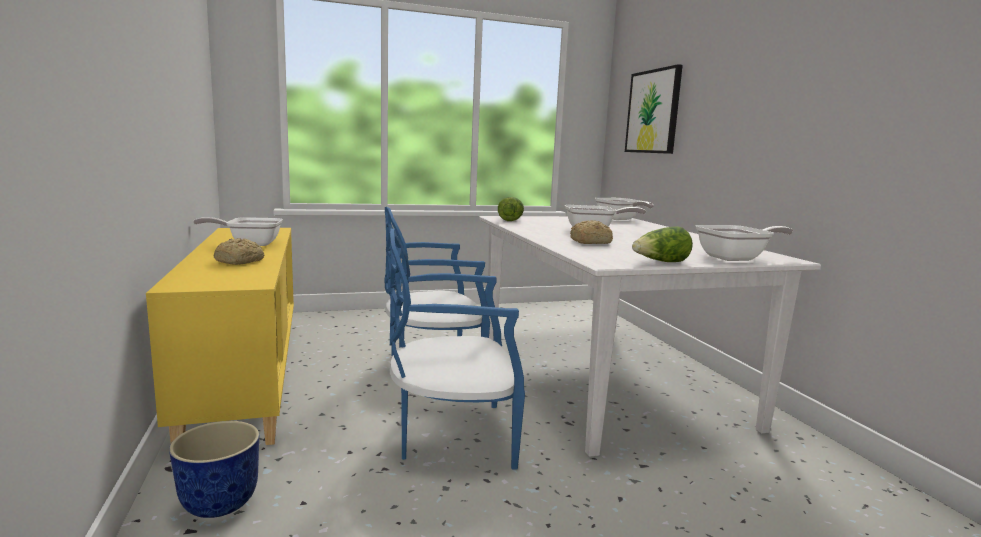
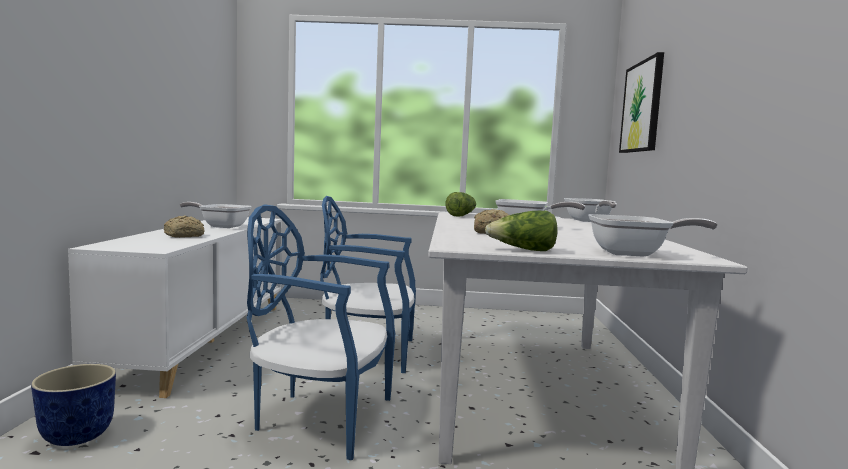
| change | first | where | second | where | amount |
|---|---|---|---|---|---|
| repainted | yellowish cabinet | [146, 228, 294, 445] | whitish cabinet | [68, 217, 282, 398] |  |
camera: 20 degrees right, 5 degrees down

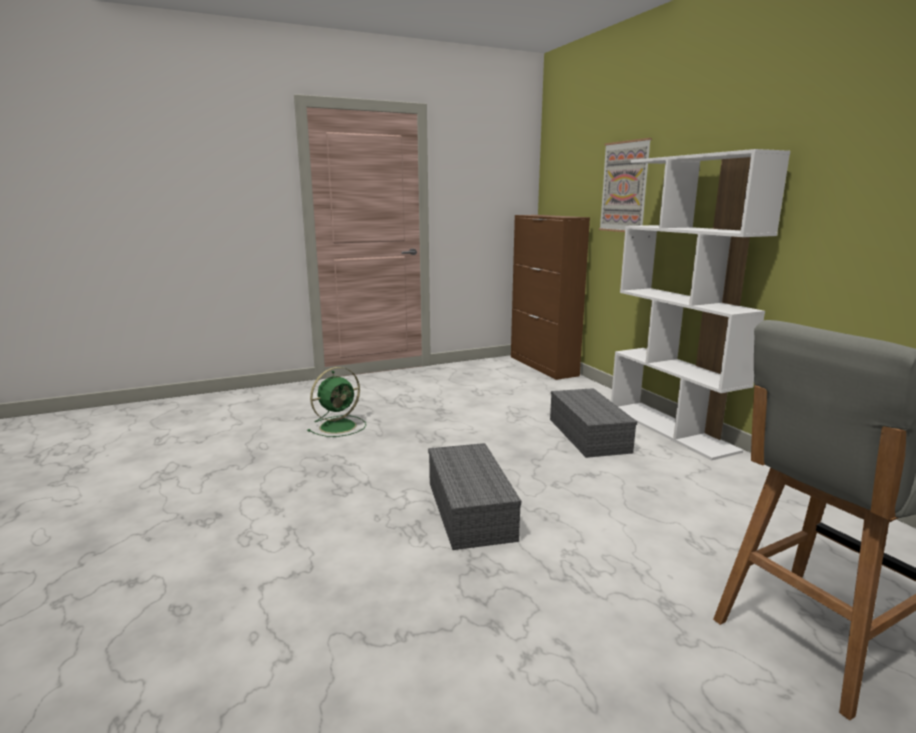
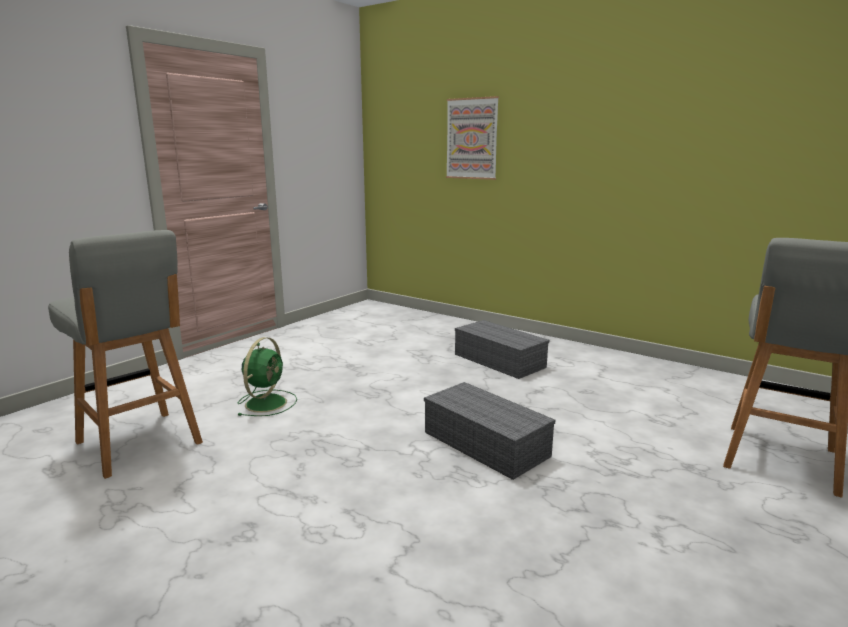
| change | first | where | second | where | amount |
|---|---|---|---|---|---|
| gone | brown cabinet | [511, 215, 590, 380] |  |  |  |
| gone | whitish shelving unit | [611, 149, 790, 461] |  |  |  |
| new |  |  | gray stool seat | [48, 230, 203, 479] |  |
camera: 30 degrees left, 0 degrees up

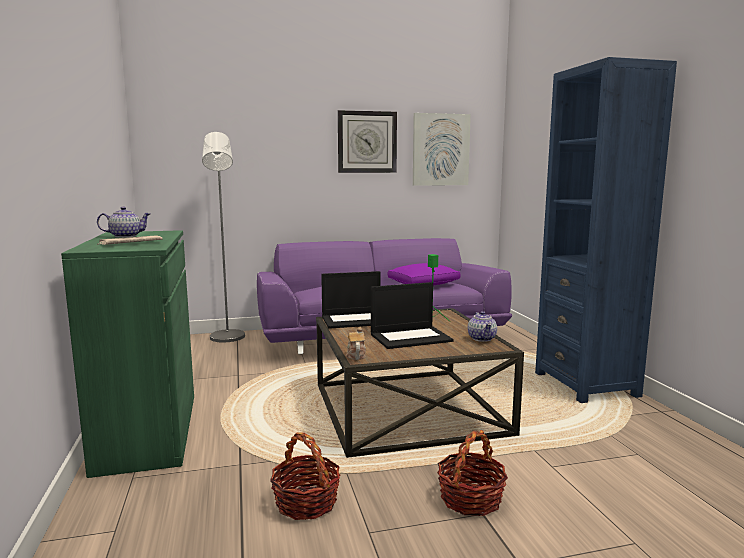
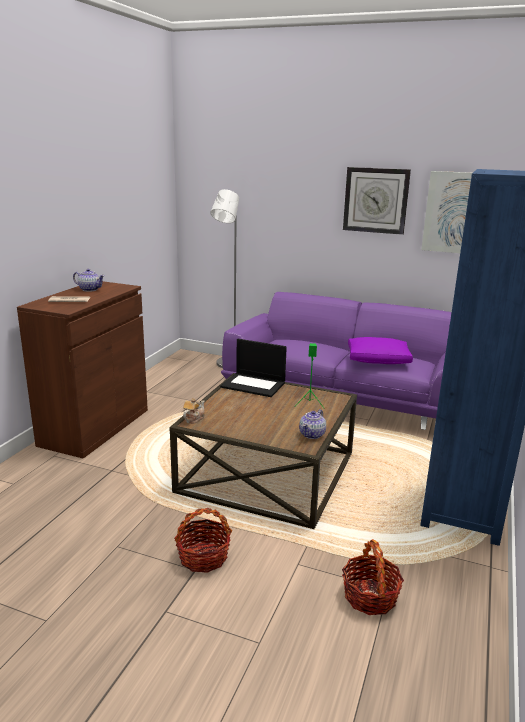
| change | first | where | second | where | amount |
|---|---|---|---|---|---|
| gone | laptop | [371, 282, 453, 349] |  |  |  |
| shifted | household basket | [270, 432, 340, 520] |  | [342, 539, 404, 615] |  |
| repainted | greenish cabinet | [61, 230, 194, 478] | brown cabinet | [17, 281, 148, 459] |  |
camera: 35 degrees right, 10 degrees up

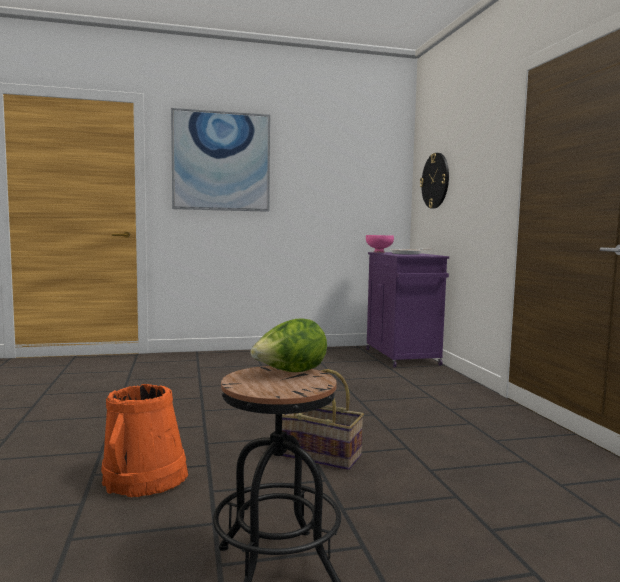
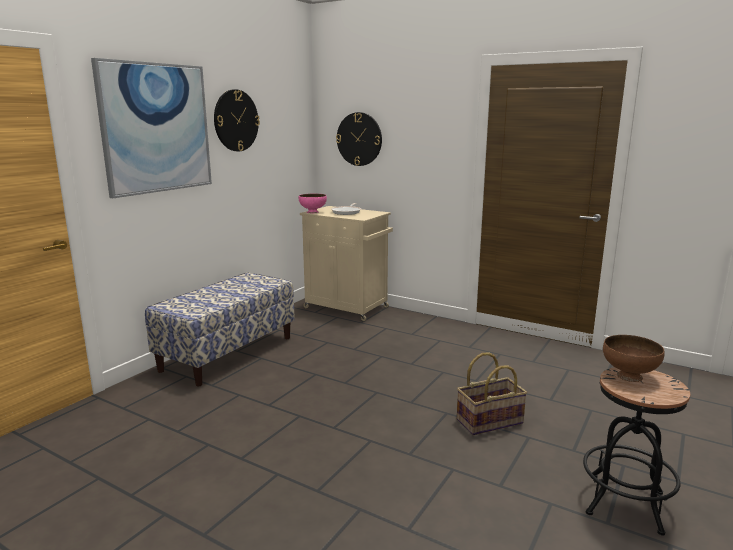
| change | first | where | second | where | amount |
|---|---|---|---|---|---|
| gone | orange-coloured water bucket | [101, 384, 188, 497] |  |  |  |
| new |  |  | indoor bench | [145, 272, 295, 387] |  |
| new |  |  | hanging clock | [214, 89, 260, 151] |  |
| swapped | head of lettuce | [250, 318, 327, 372] | brown bowl | [603, 335, 665, 382] |  |
| repainted | purple cabinet | [366, 252, 449, 368] | beige cabinet | [300, 206, 393, 321] |  |
camera: 45 degrees left, 10 degrees up

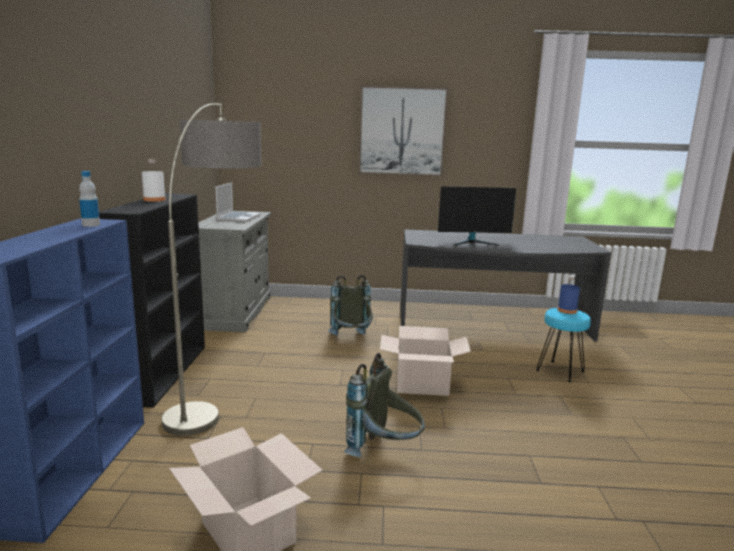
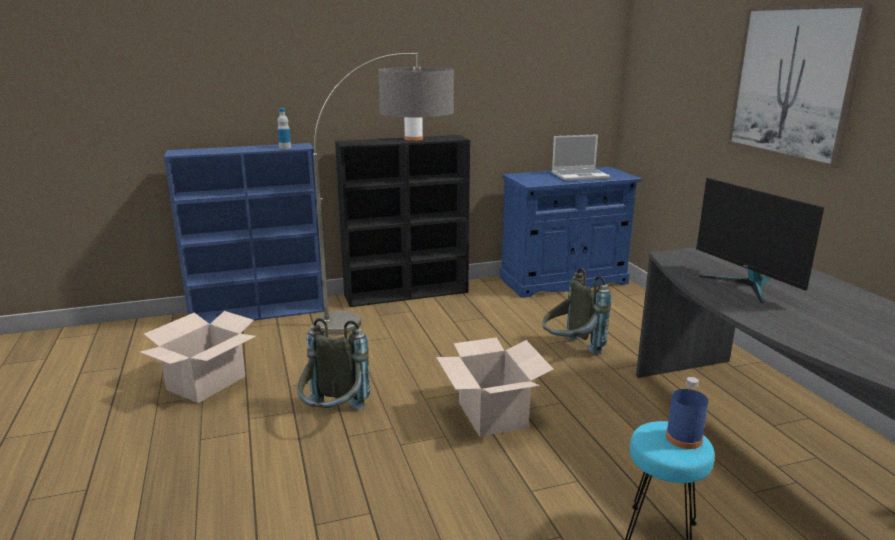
| change | first | where | second | where | amount |
|---|---|---|---|---|---|
| repainted | gray cabinet | [198, 211, 271, 332] | bluish cabinet | [500, 167, 642, 298] |  |
camera: 70 degrees right, 5 degrees up

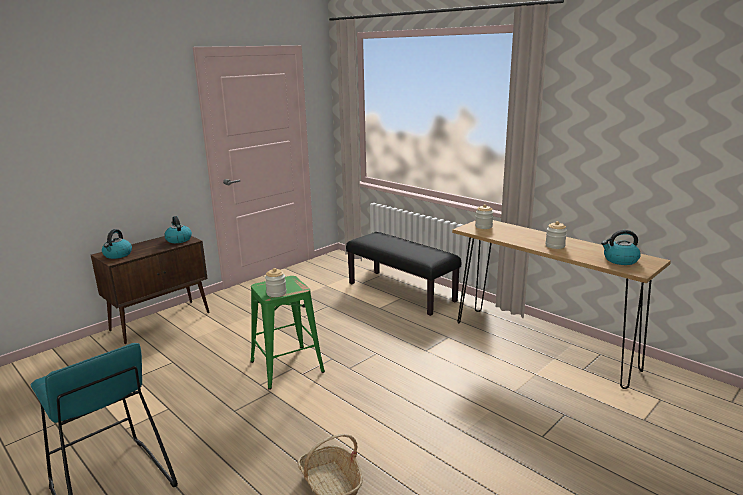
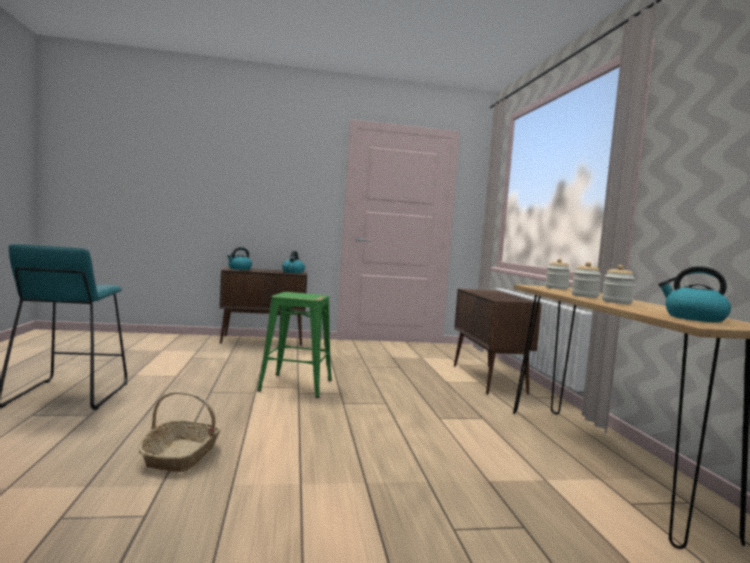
| change | first | where | second | where | amount |
|---|---|---|---|---|---|
| shifted | preserve jar | [265, 268, 287, 297] |  | [572, 262, 601, 298] |  |
| swapped | blackish indoor bench | [346, 232, 461, 316] | brown cabinet | [454, 289, 542, 395] |  |
camera: 35 degrees right, 15 degrees down

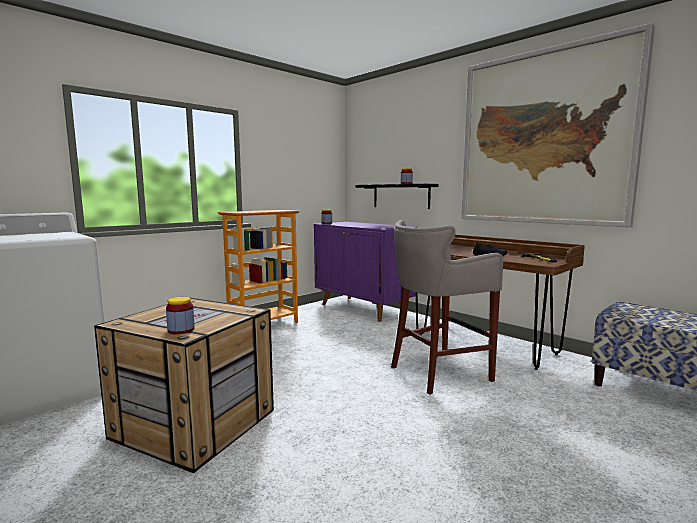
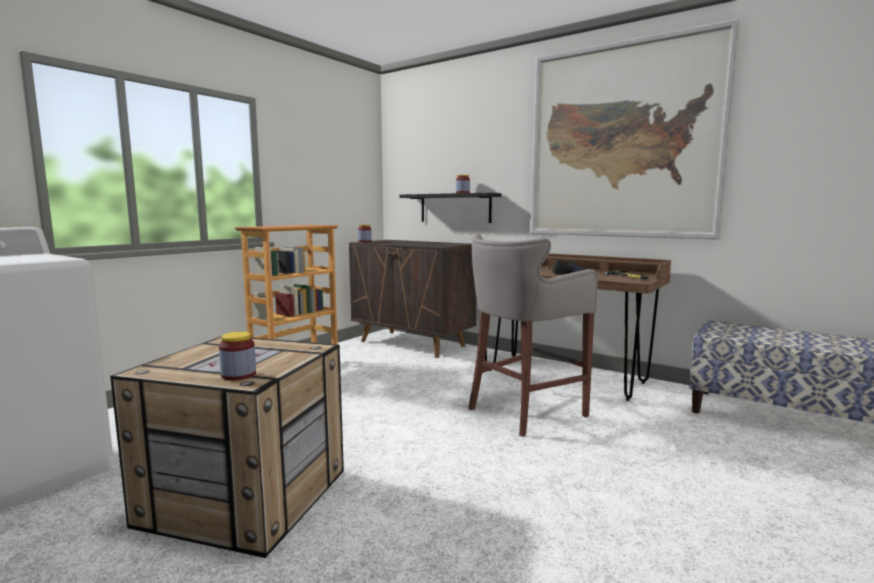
| change | first | where | second | where | amount |
|---|---|---|---|---|---|
| repainted | purple cabinet | [314, 222, 418, 322] | brown cabinet | [349, 240, 476, 358] |  |
camera: 10 degrees left, 0 degrees up

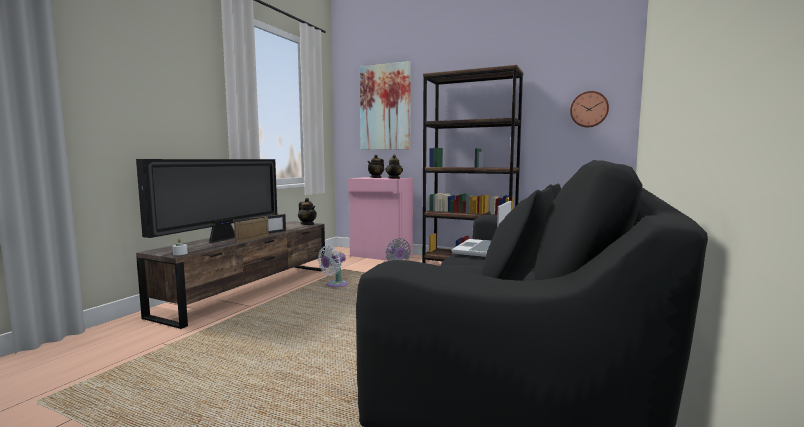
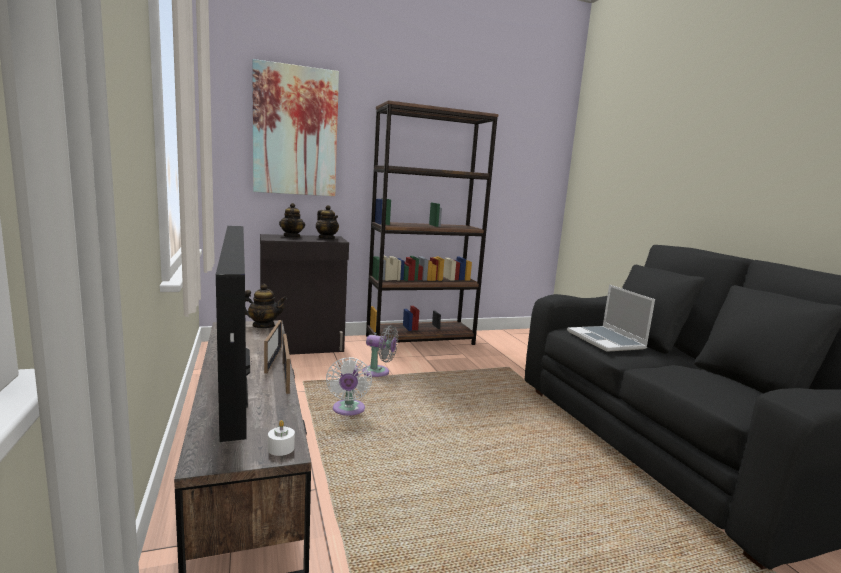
| change | first | where | second | where | amount |
|---|---|---|---|---|---|
| gone | hanging clock | [570, 91, 609, 128] |  |  |  |
| repainted | pinkish cabinet | [347, 177, 413, 261] | blackish cabinet | [260, 234, 349, 355] |  |
camera: 45 degrees left, 5 degrees up

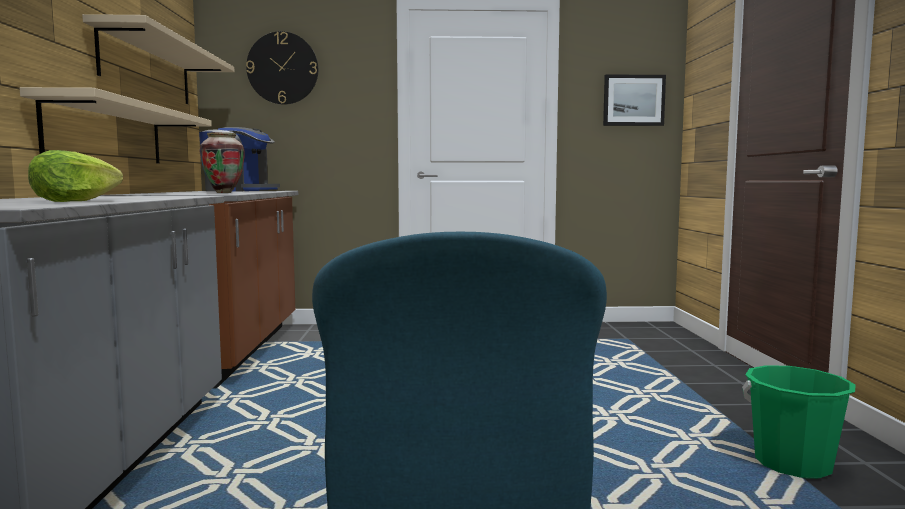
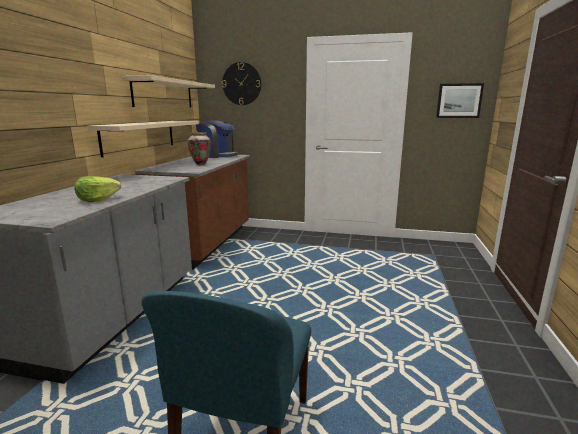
| change | first | where | second | where | amount |
|---|---|---|---|---|---|
| gone | greenish water bucket | [742, 365, 856, 479] |  |  |  |
camera: 15 degrees right, 10 degrees up

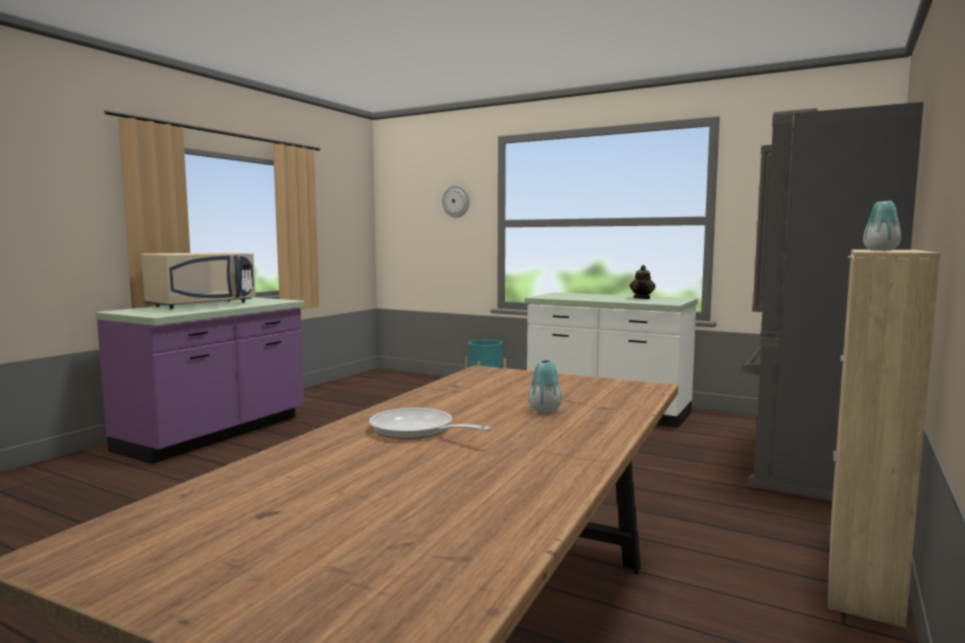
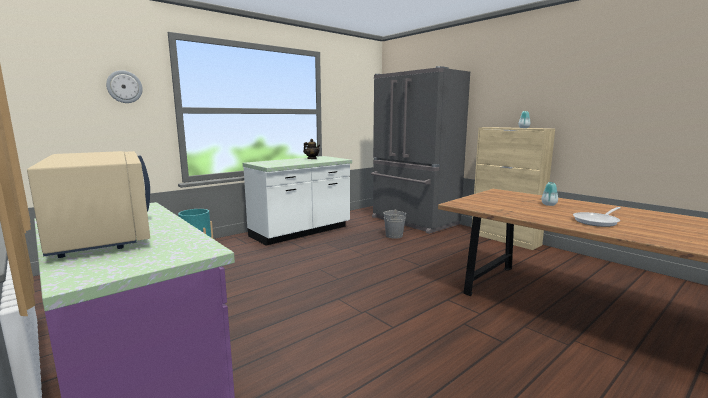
| change | first | where | second | where | amount |
|---|---|---|---|---|---|
| new |  |  | gray water bucket | [384, 209, 406, 239] |  |
camera: 70 degrees left, 5 degrees up

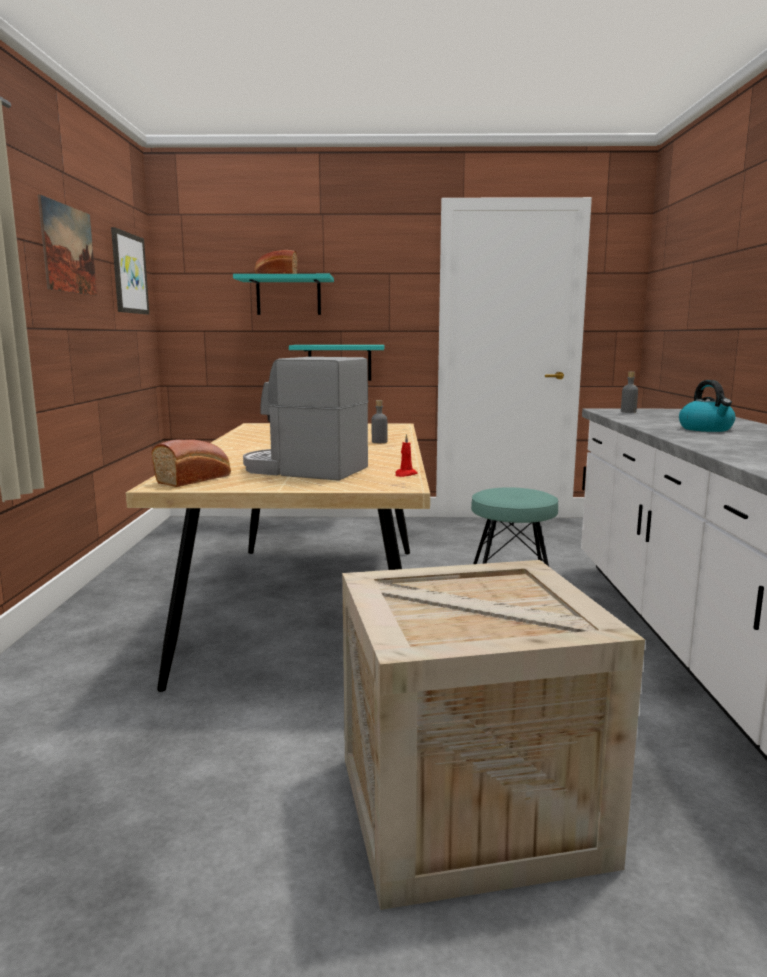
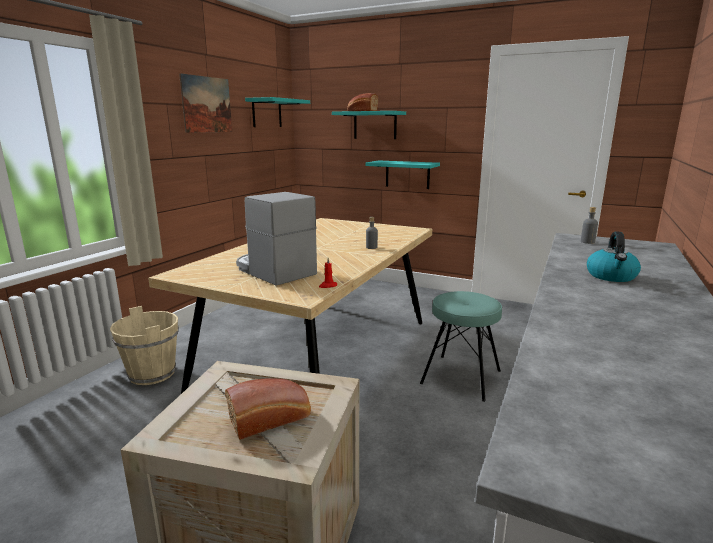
| change | first | where | second | where | amount |
|---|---|---|---|---|---|
| new |  |  | beige water bucket | [110, 306, 179, 385] |  |
| shifted | bakery bread | [152, 439, 231, 487] |  | [225, 379, 311, 440] |  |
| swapped | wall art | [111, 227, 149, 314] | turquoise wall shelf | [245, 97, 310, 127] |  |
camera: 25 degrees right, 5 degrees up

